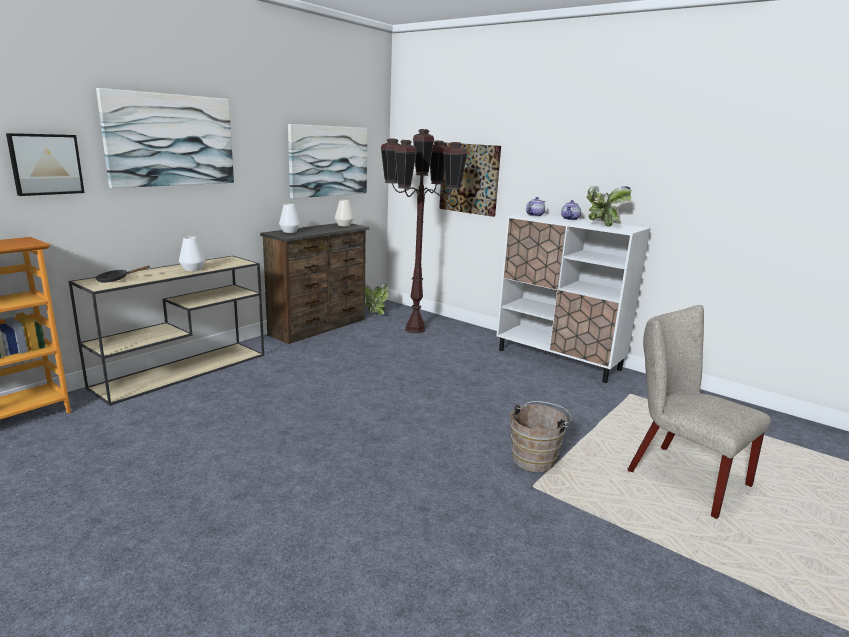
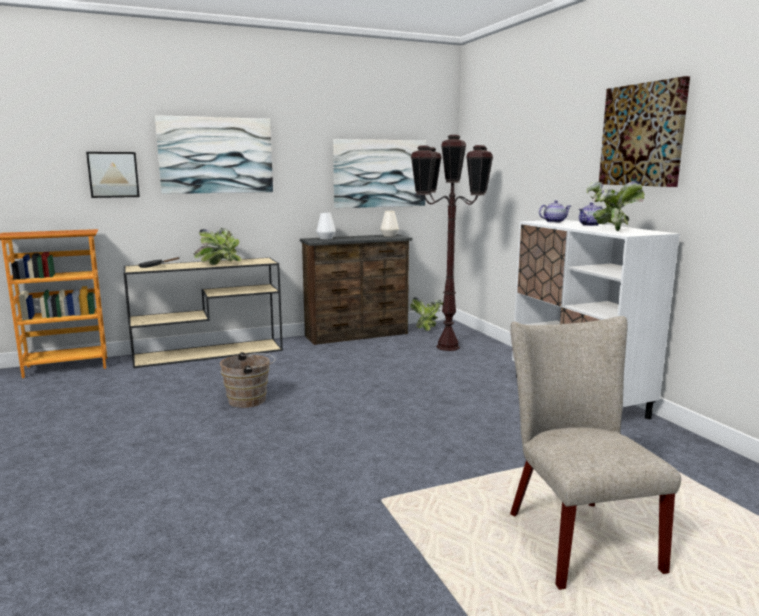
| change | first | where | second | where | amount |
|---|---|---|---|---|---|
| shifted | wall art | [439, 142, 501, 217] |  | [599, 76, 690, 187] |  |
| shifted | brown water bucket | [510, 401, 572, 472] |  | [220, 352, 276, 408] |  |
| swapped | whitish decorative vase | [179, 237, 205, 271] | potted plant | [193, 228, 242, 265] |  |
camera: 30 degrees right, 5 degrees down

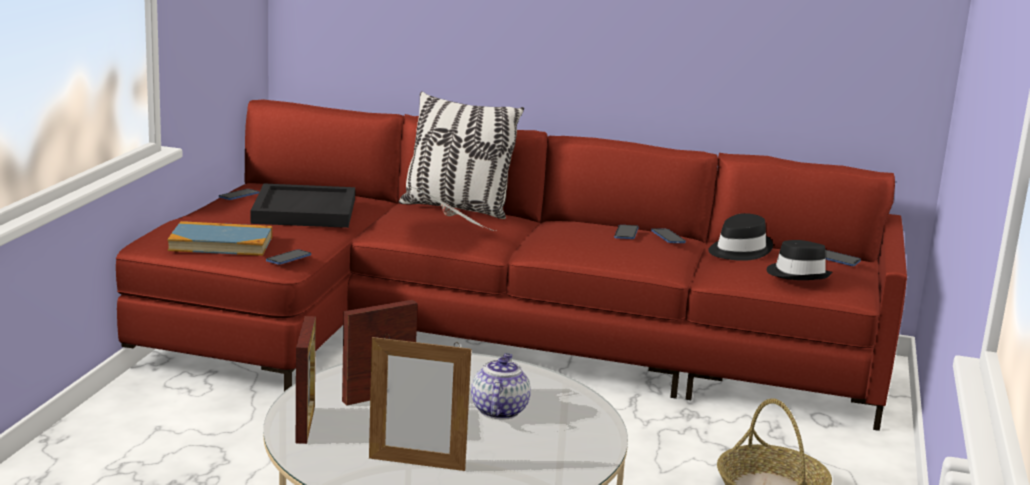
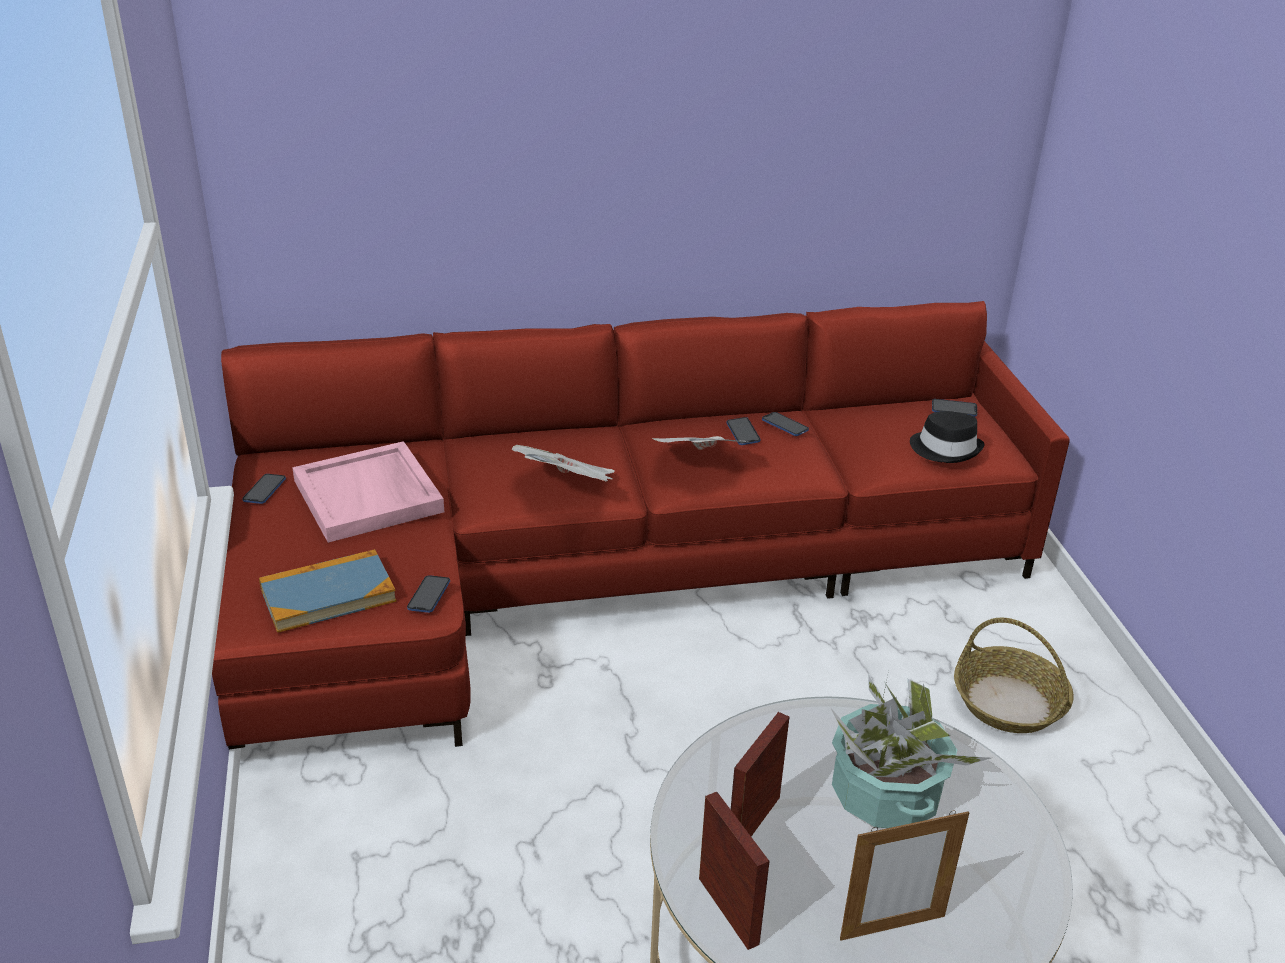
| change | first | where | second | where | amount |
|---|---|---|---|---|---|
| gone | pillow | [399, 91, 524, 219] |  |  |  |
| gone | blackish wearable hat | [708, 213, 773, 261] |  |  |  |
| new |  |  | printed paper | [652, 436, 751, 450] |  |
| swapped | tea pot | [471, 353, 531, 420] | potted plant | [830, 671, 991, 828] |  |
| repainted | blackish carrying tray | [251, 184, 355, 228] | pinkish carrying tray | [292, 441, 444, 543] |  |
camera: 25 degrees left, 15 degrees up

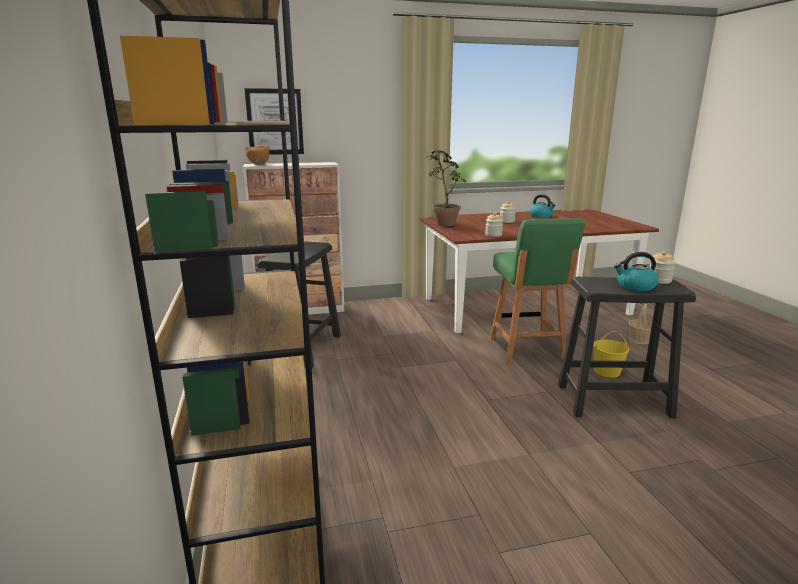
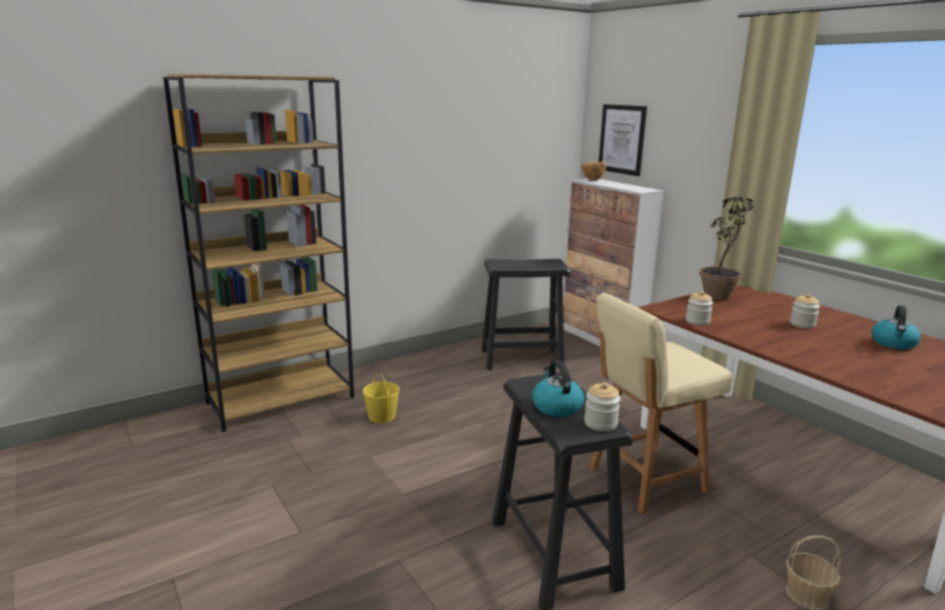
| change | first | where | second | where | amount |
|---|---|---|---|---|---|
| shifted | yellowish water bucket | [593, 331, 629, 377] |  | [363, 373, 399, 423] |  |
| repainted | greenish chair | [490, 218, 585, 363] | beige chair | [590, 293, 733, 514] |  |
camera: 70 degrees right, 0 degrees up

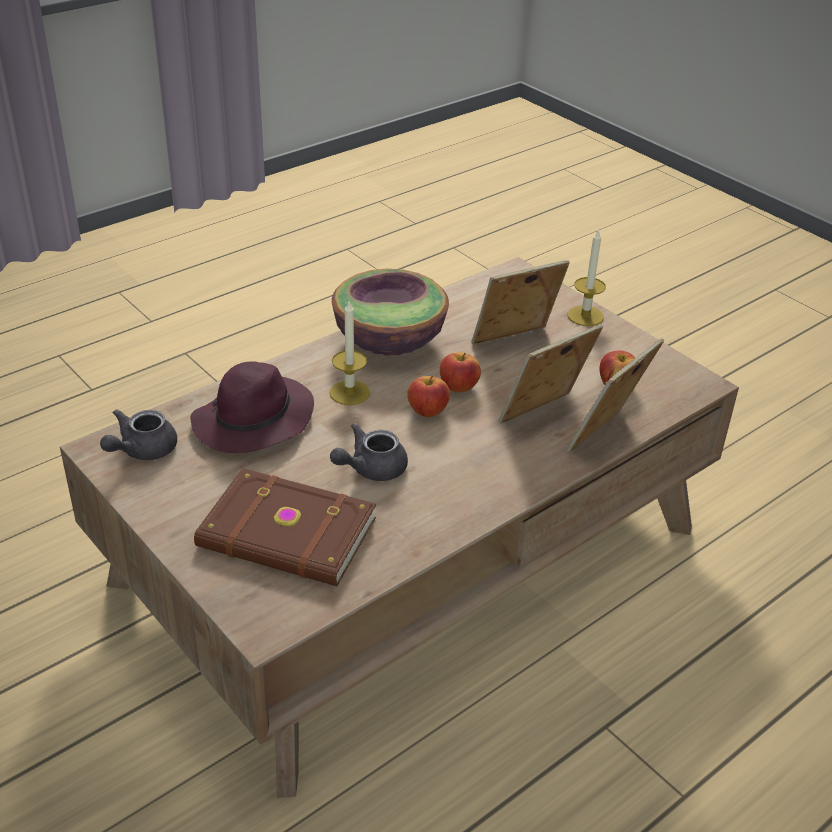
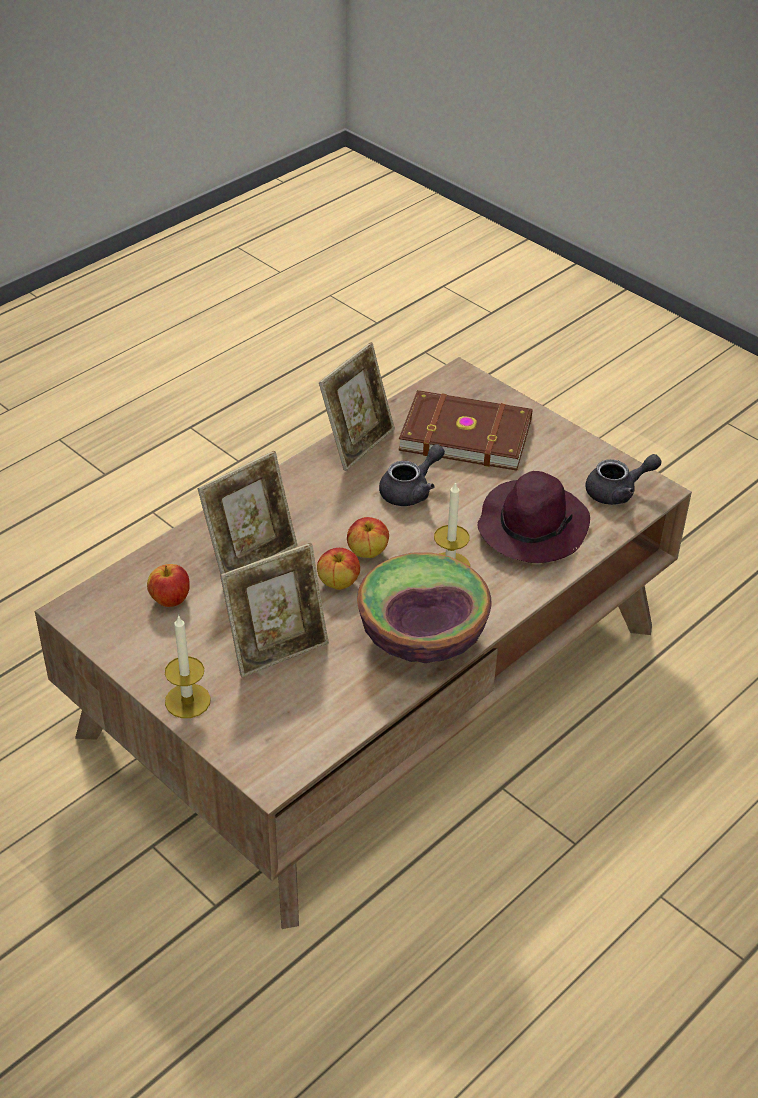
| change | first | where | second | where | amount |
|---|---|---|---|---|---|
| shifted | photo frame | [566, 338, 664, 452] |  | [319, 342, 395, 471] |  |
| rotated | gray tea pot | [100, 409, 177, 460] |  | [585, 454, 661, 505] | 45 degrees clockwise |
camera: 175 degrees right, 5 degrees up

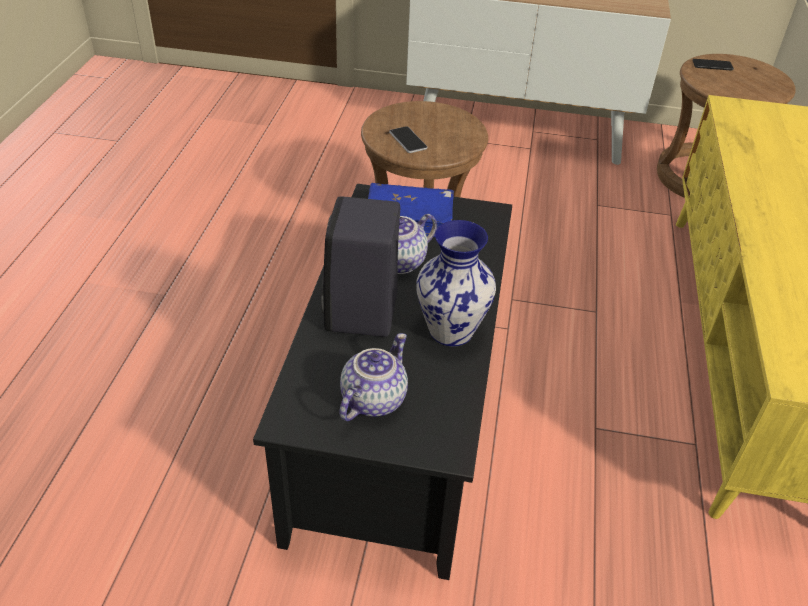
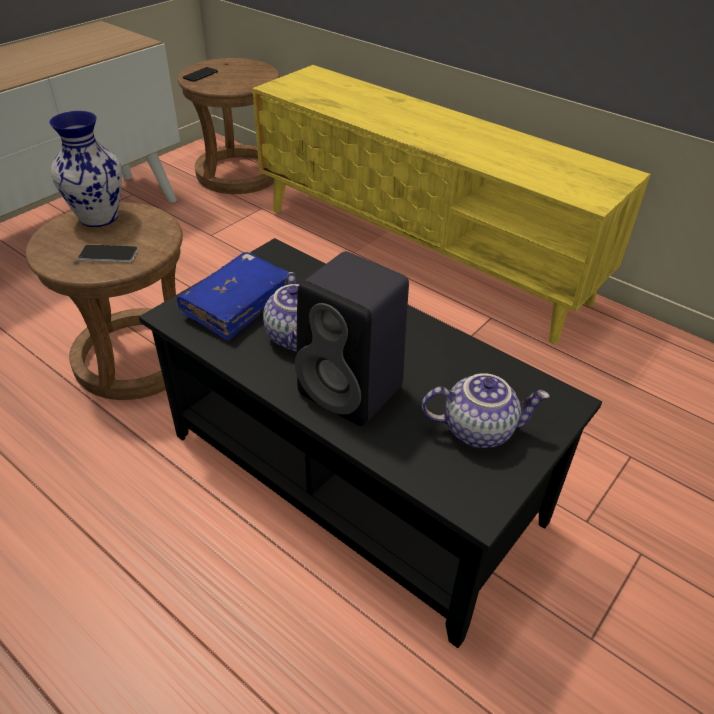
| change | first | where | second | where | amount |
|---|---|---|---|---|---|
| shifted | decorative vase | [416, 220, 496, 346] |  | [49, 111, 122, 227] |  |
| rotated | tea pot | [339, 333, 408, 421] |  | [422, 373, 550, 448] | 120 degrees clockwise |
camera: 60 degrees left, 0 degrees up

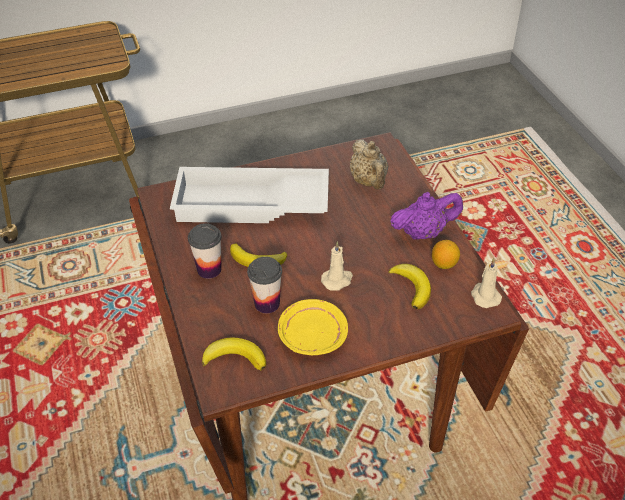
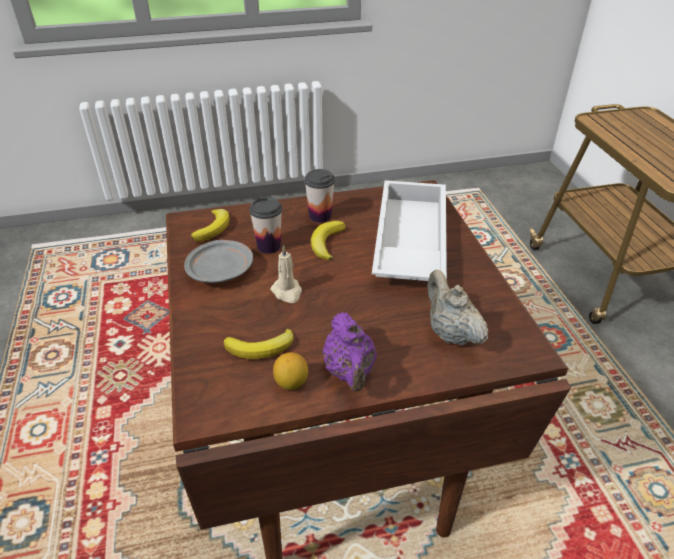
| change | first | where | second | where | amount |
|---|---|---|---|---|---|
| gone | beige wax candle | [471, 258, 502, 308] |  |  |  |
| repainted | yellowish flat dish | [278, 299, 348, 355] | gray flat dish | [184, 240, 253, 283] |  |
| rotated | beige tea pot | [350, 139, 388, 190] |  | [427, 270, 488, 345] | 75 degrees clockwise |
camera: 95 degrees right, 5 degrees down

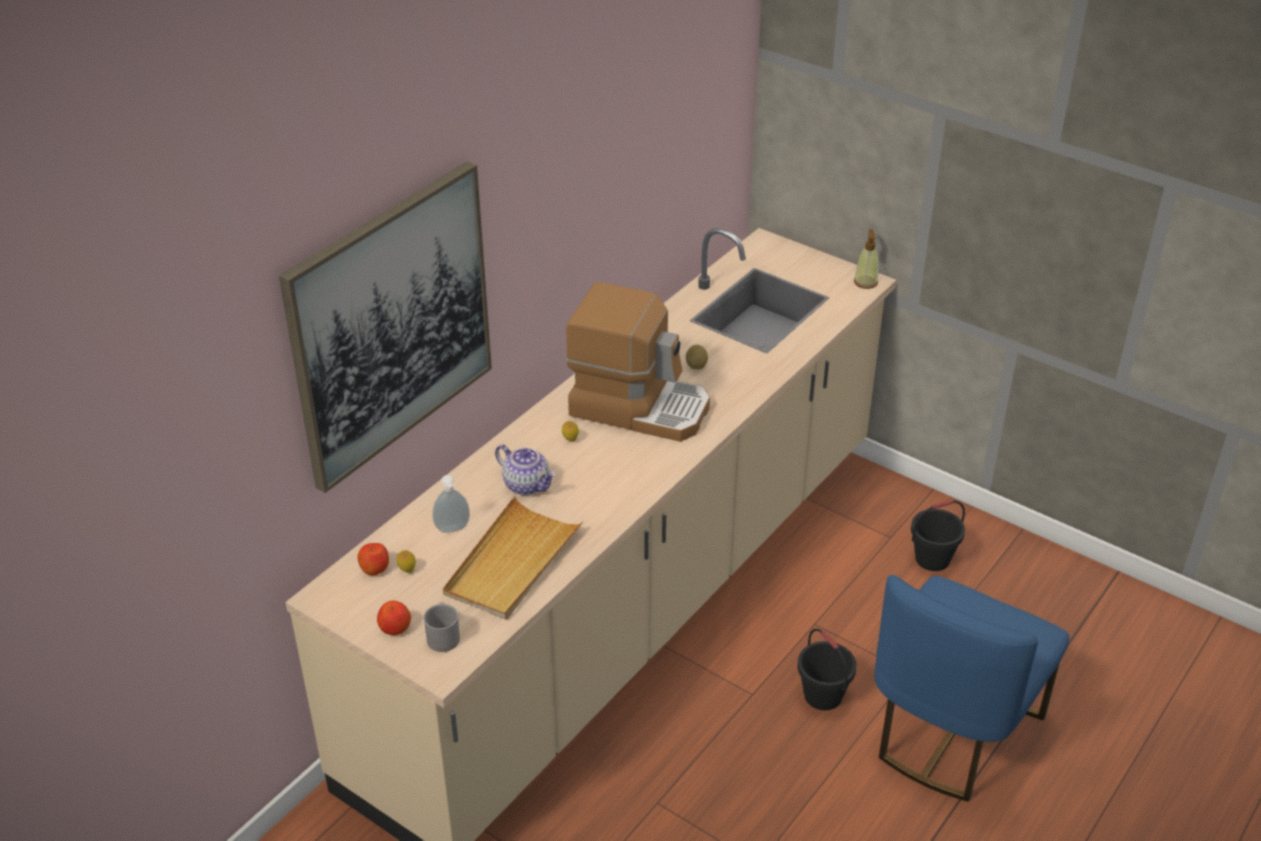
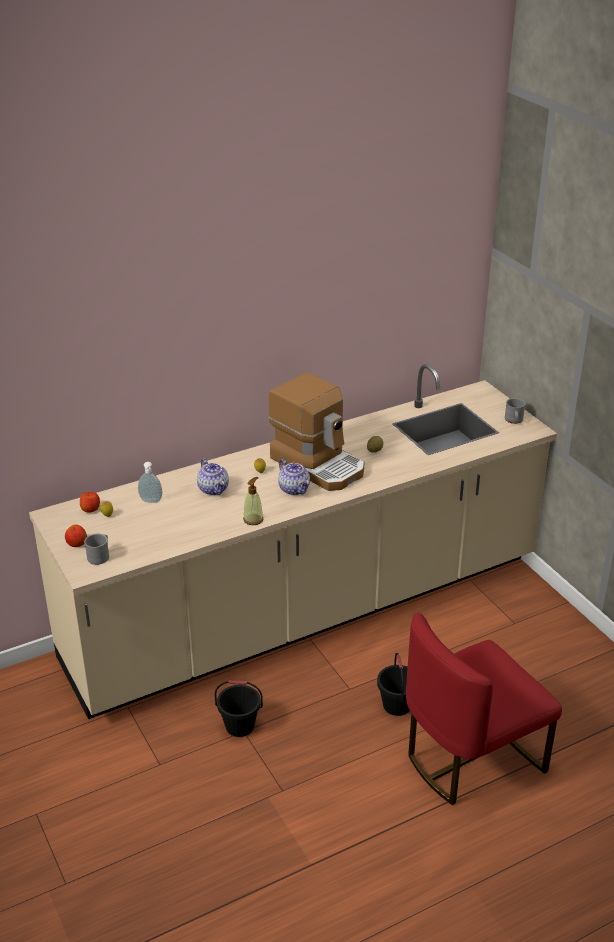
| change | first | where | second | where | amount |
|---|---|---|---|---|---|
| gone | wall art | [279, 161, 492, 493] |  |  |  |
| gone | beige carrying tray | [443, 496, 583, 620] |  |  |  |
| new |  |  | tea pot | [278, 459, 310, 495] |  |
| new |  |  | gray tea mug | [505, 398, 525, 424] |  |
| shifted | soap dispenser | [854, 229, 879, 289] |  | [243, 477, 263, 525] |  |
| shifted | blackish water bucket | [911, 500, 965, 571] |  | [215, 680, 263, 737] |  |
| repainted | bluish chair | [874, 575, 1069, 802] | reddish chair | [406, 613, 562, 805] |  |
camera: 25 degrees right, 5 degrees down

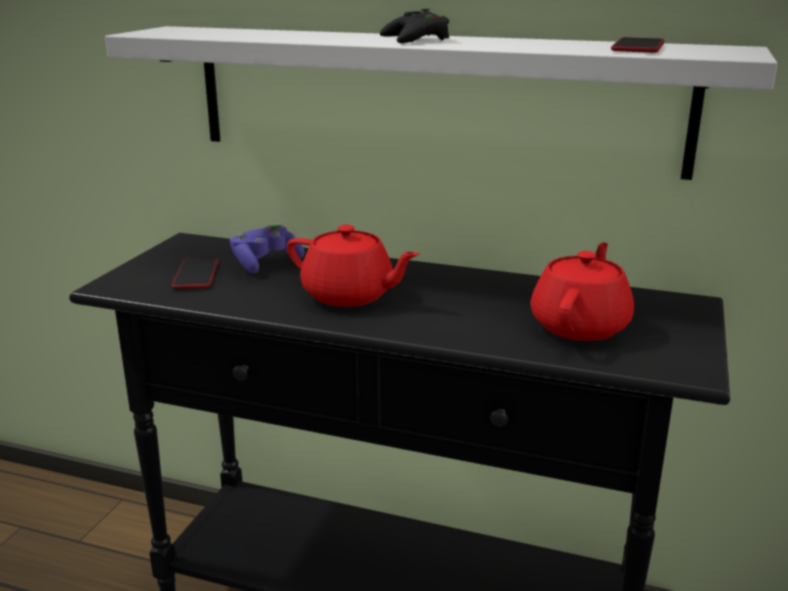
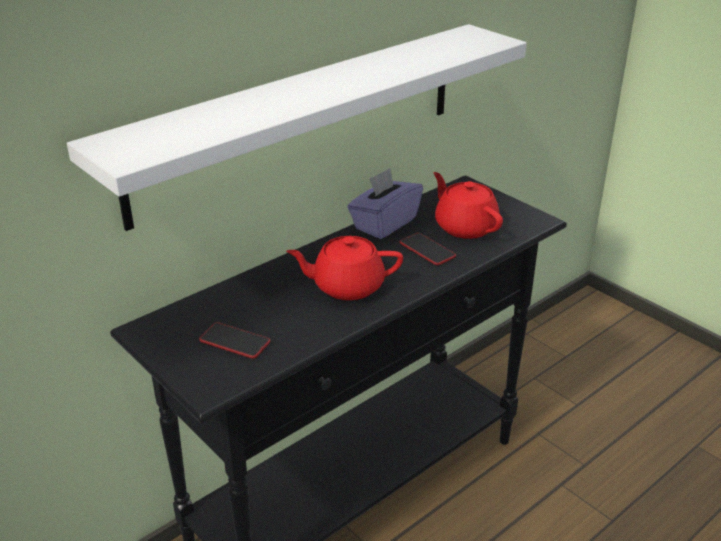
| change | first | where | second | where | amount |
|---|---|---|---|---|---|
| gone | purple joypad | [230, 225, 305, 273] |  |  |  |
| gone | blackish joypad | [380, 9, 449, 43] |  |  |  |
| new |  |  | purple tissue holder | [347, 168, 423, 239] |  |
| shifted | telephone | [611, 37, 665, 53] |  | [400, 233, 456, 265] |  |
| rotated | reddish tea pot | [287, 225, 420, 307] |  | [286, 236, 403, 300] | 150 degrees counterclockwise |
camera: 60 degrees left, 10 degrees up

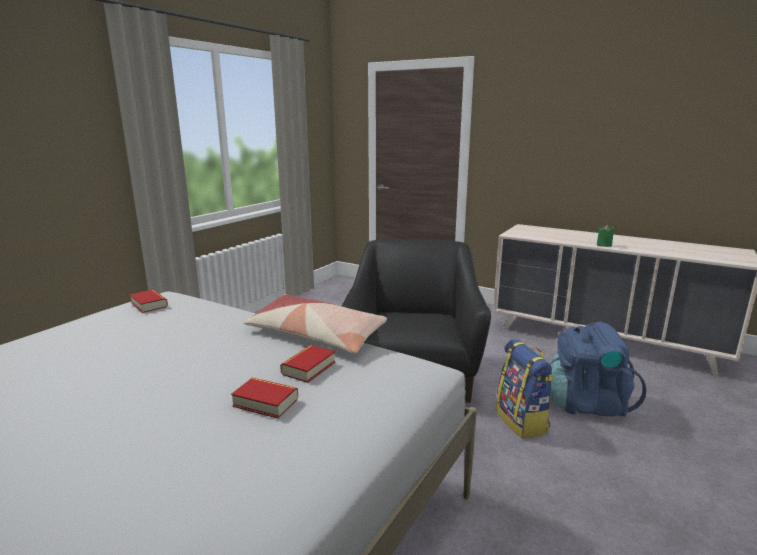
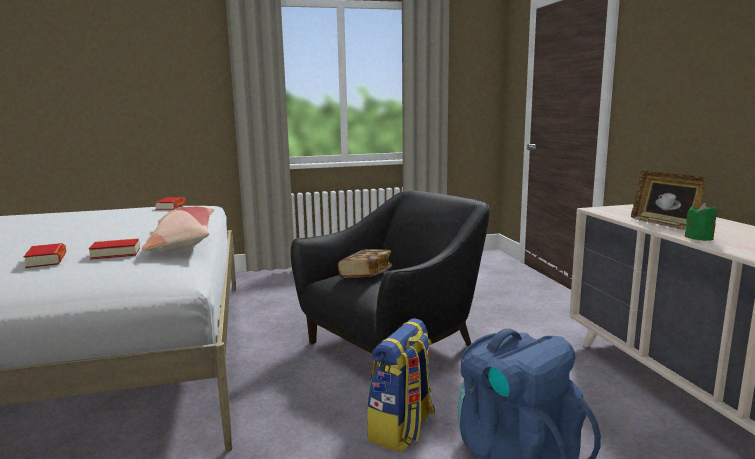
| change | first | where | second | where | amount |
|---|---|---|---|---|---|
| new |  |  | book | [338, 249, 392, 278] |  |
| new |  |  | photo frame | [631, 171, 705, 230] |  |
camera: 45 degrees right, 5 degrees down

